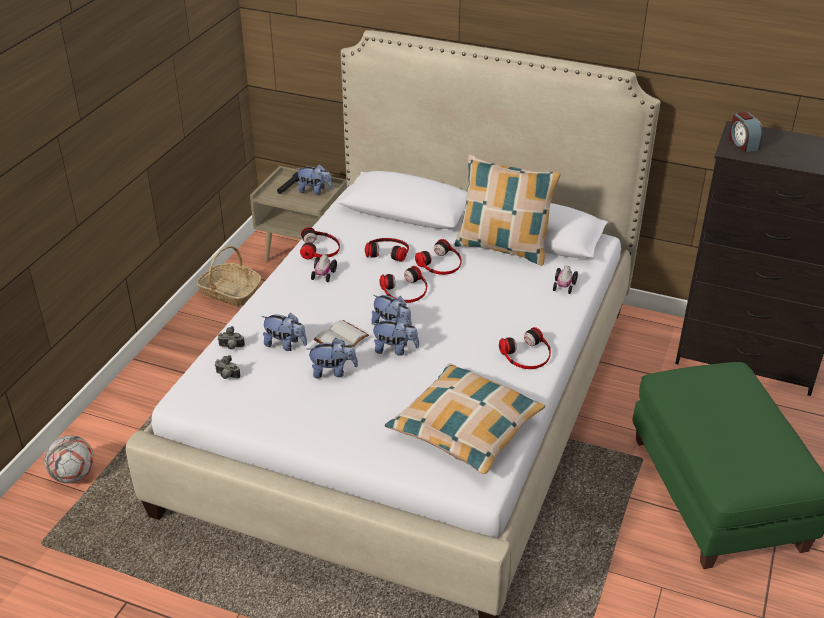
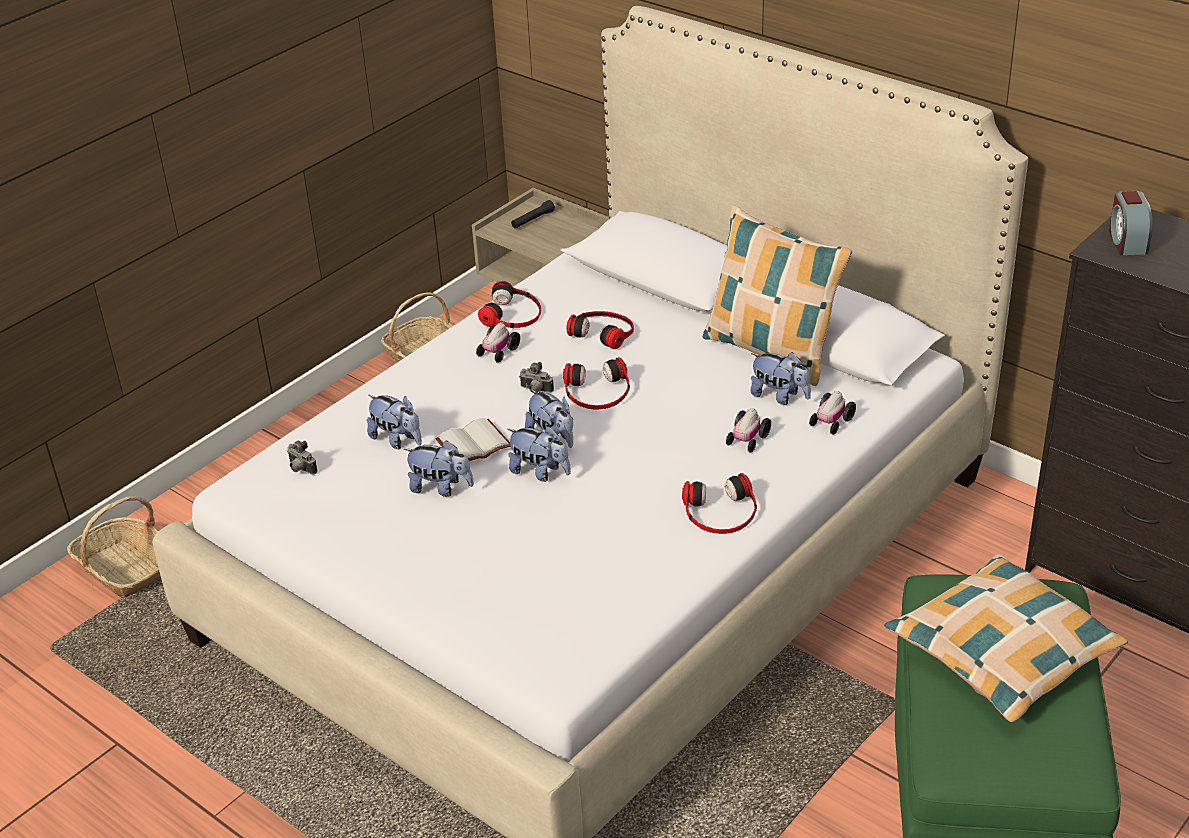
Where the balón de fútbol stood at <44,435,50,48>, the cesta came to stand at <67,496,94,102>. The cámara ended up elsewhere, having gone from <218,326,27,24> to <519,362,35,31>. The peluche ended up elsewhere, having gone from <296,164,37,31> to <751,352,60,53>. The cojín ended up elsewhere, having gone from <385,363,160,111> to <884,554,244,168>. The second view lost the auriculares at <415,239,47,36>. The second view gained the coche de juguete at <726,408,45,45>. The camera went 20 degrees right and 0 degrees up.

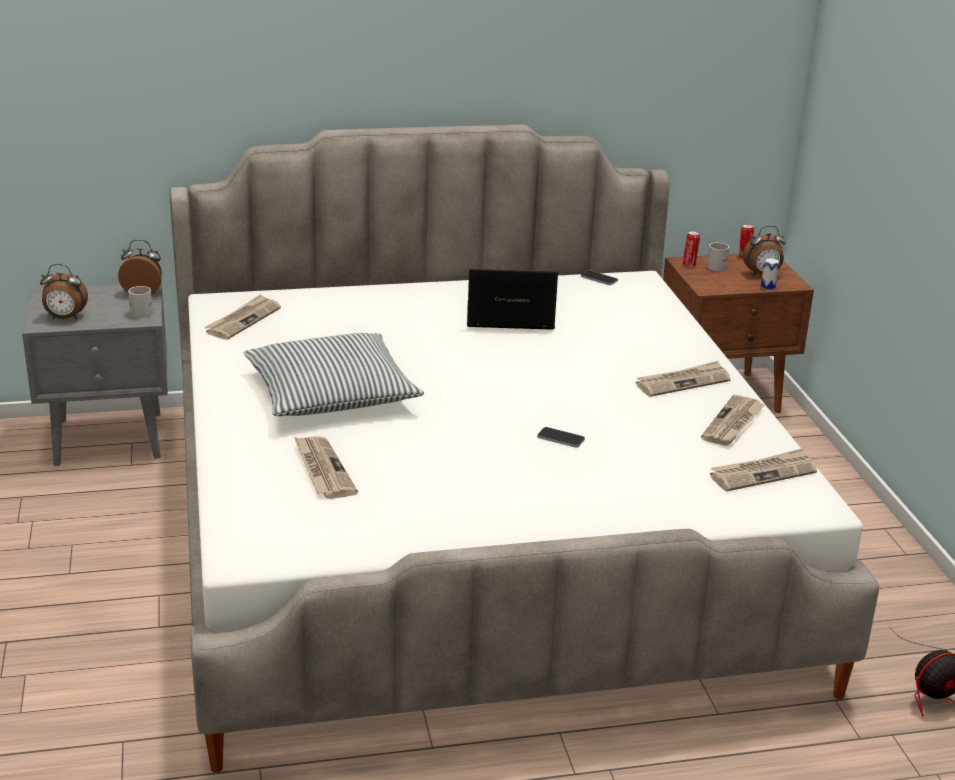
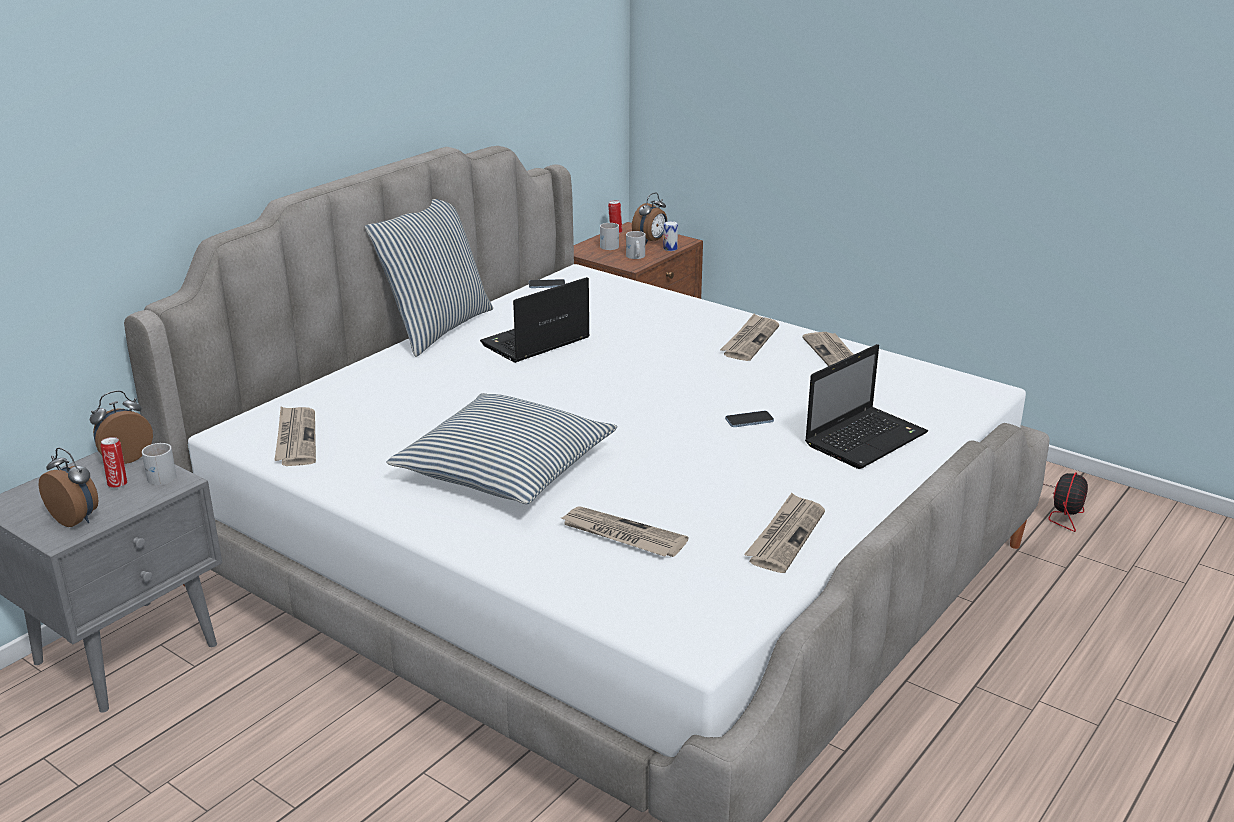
The despertador at <40,264,48,55> ended up facing another way, 105 degrees counterclockwise from before. The lata ended up elsewhere, having gone from <683,231,17,36> to <100,437,27,51>. The periódico ended up elsewhere, having gone from <710,448,107,43> to <744,493,81,80>. The second view gained the cojín at <365,199,128,158>. The second view gained the taza grande (blanco) at <626,231,19,28>. The second view gained the portátil at <805,344,123,125>. The camera went 40 degrees left and 0 degrees up.

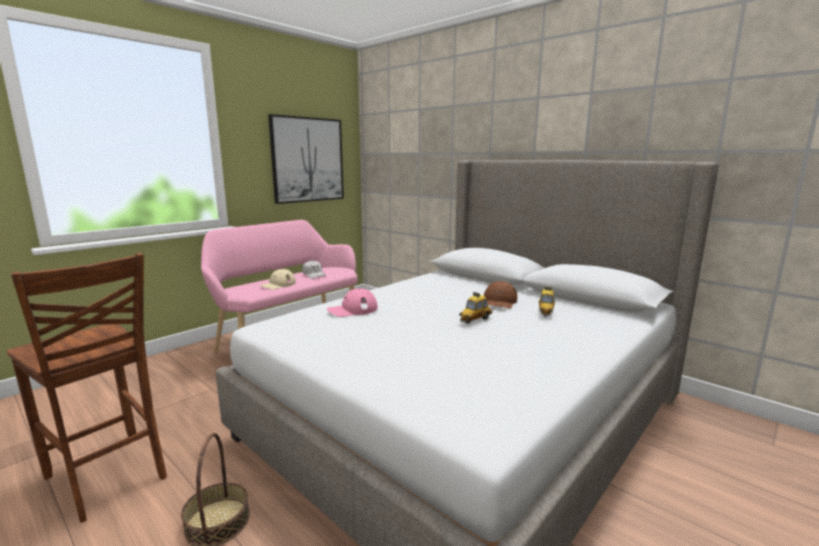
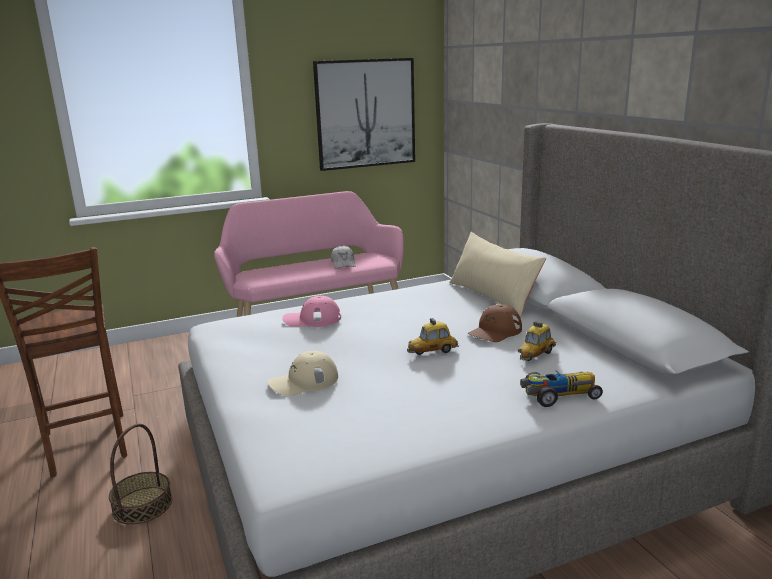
The gorra (beis) ended up elsewhere, having gone from <259,269,37,20> to <268,351,70,45>. The second view gained the cojín (beis) at <449,232,97,85>. The second view gained the coche de juguete at <520,371,83,36>. The camera went 25 degrees right and 5 degrees up.

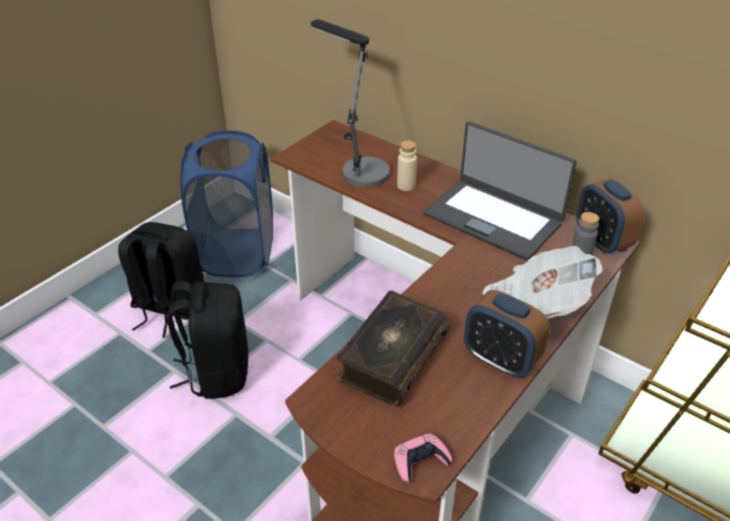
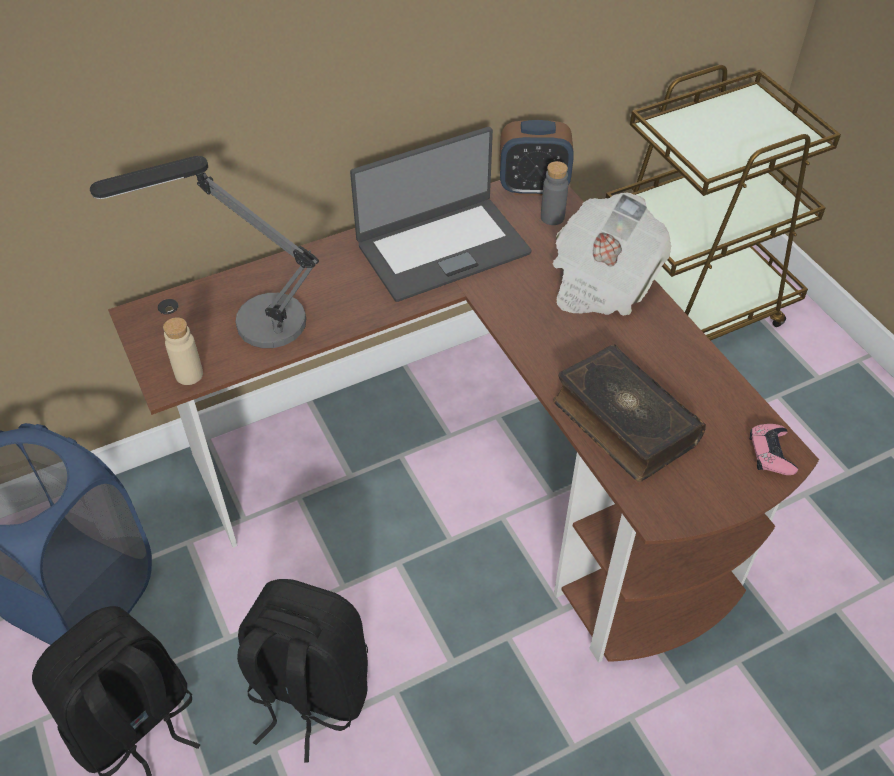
The botella (beis) ended up elsewhere, having gone from <397,141,20,50> to <163,317,40,68>. The second view lost the despertador at <464,290,86,87>. The camera went 65 degrees left and 10 degrees up.

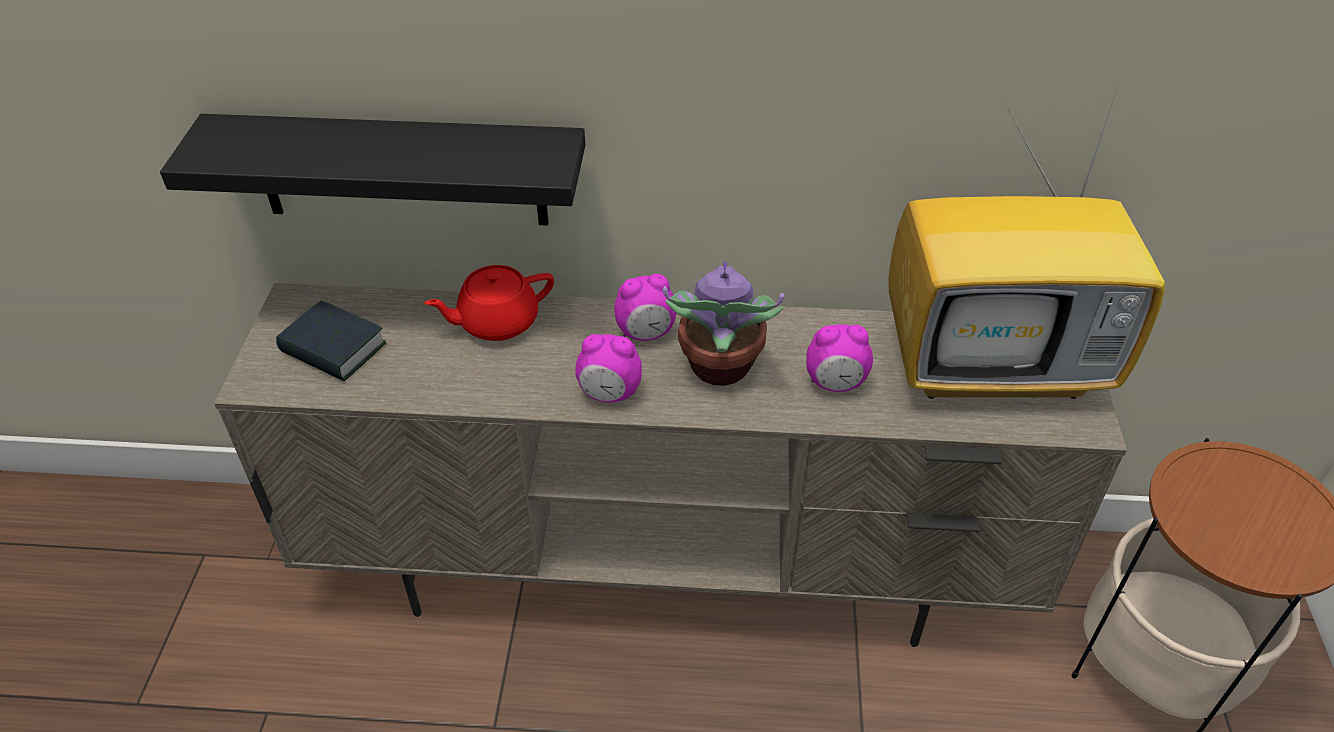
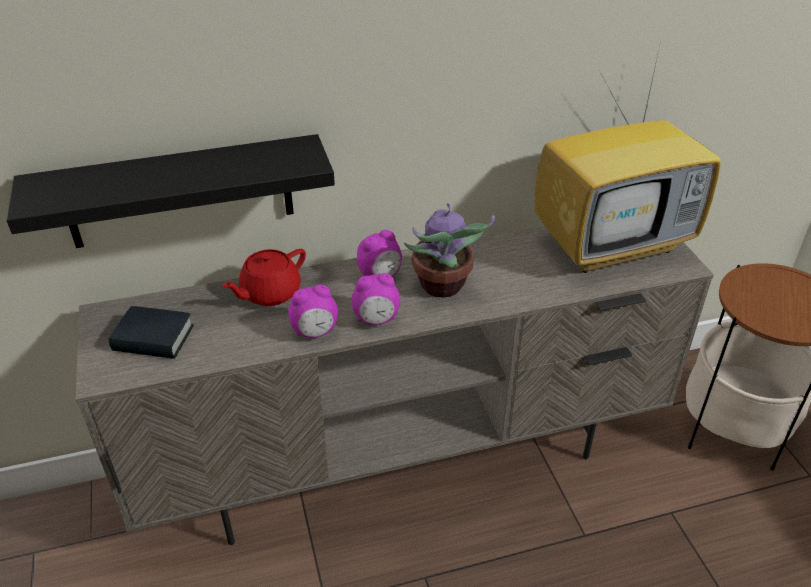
The despertador ended up elsewhere, having gone from <806,324,67,68> to <288,284,50,54>. The camera went 20 degrees left and 5 degrees down.

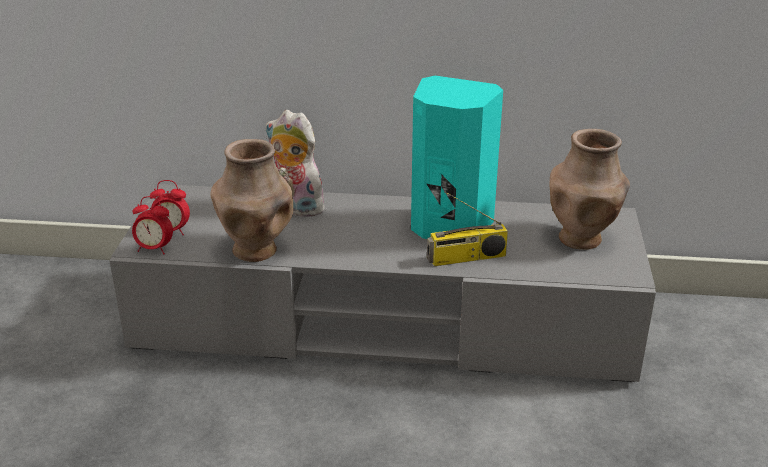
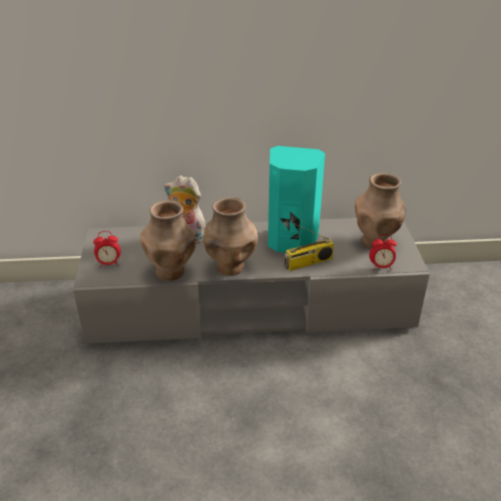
The despertador ended up elsewhere, having gone from <132,196,41,58> to <369,234,28,36>. The second view gained the florero (marrón) at <203,197,55,79>. The camera went 10 degrees left and 5 degrees up.

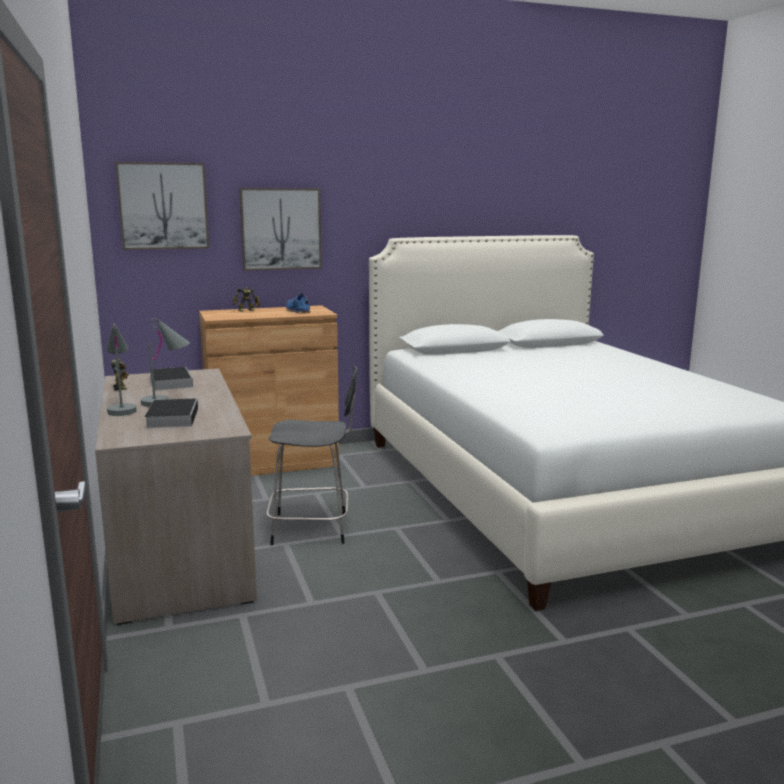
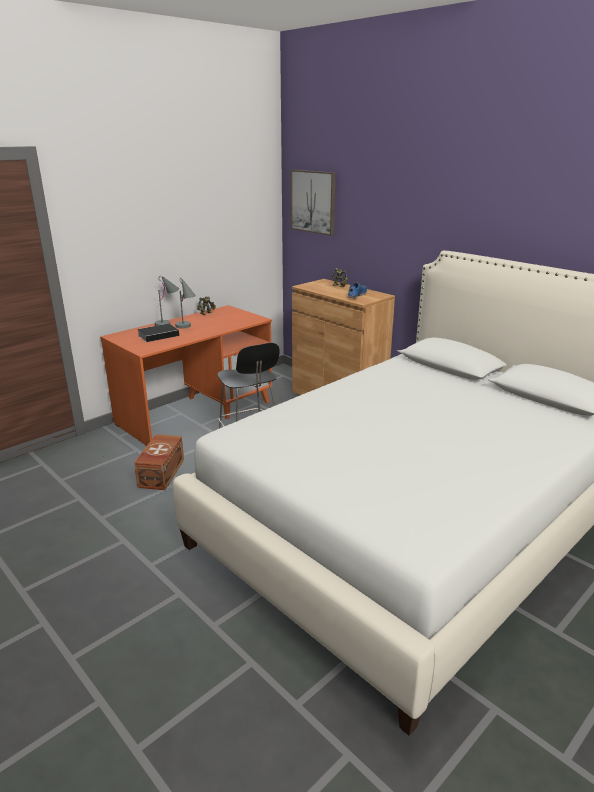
What was the escritorio (beis) at <95,368,162,257> turned into the escritorio (naranja) at <100,305,172,141>. The second view lost the libro at <149,367,44,24>. The second view lost the cuadro at <239,188,83,83>. The second view gained the caja de almacenaje (marrón) at <134,434,50,56>. The camera went 65 degrees right and 10 degrees up.

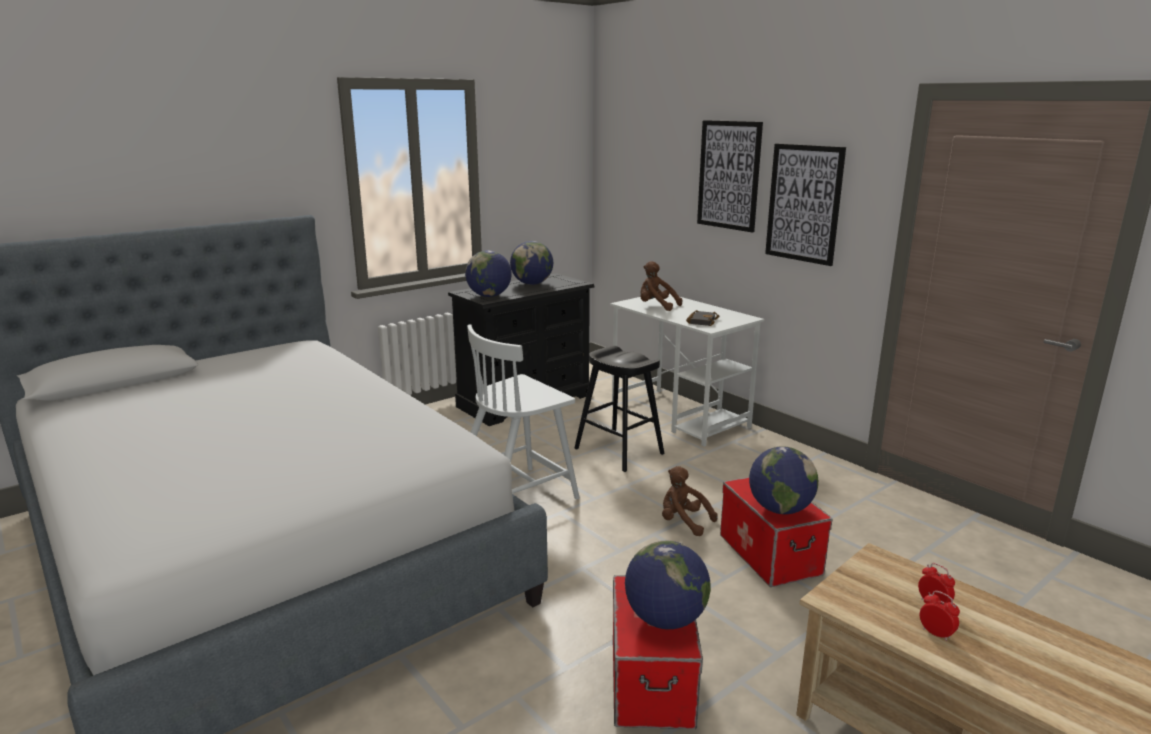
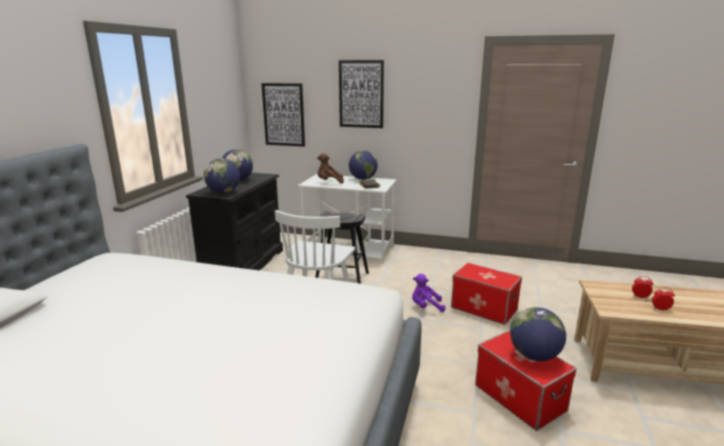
What was the peluche (marrón) at <662,466,56,70> turned into the peluche (morado) at <412,274,33,38>. The globo terráqueo ended up elsewhere, having gone from <749,446,69,68> to <349,150,29,30>. The cuadro ended up elsewhere, having gone from <765,143,81,123> to <262,83,43,64>. The camera went 35 degrees left and 0 degrees up.

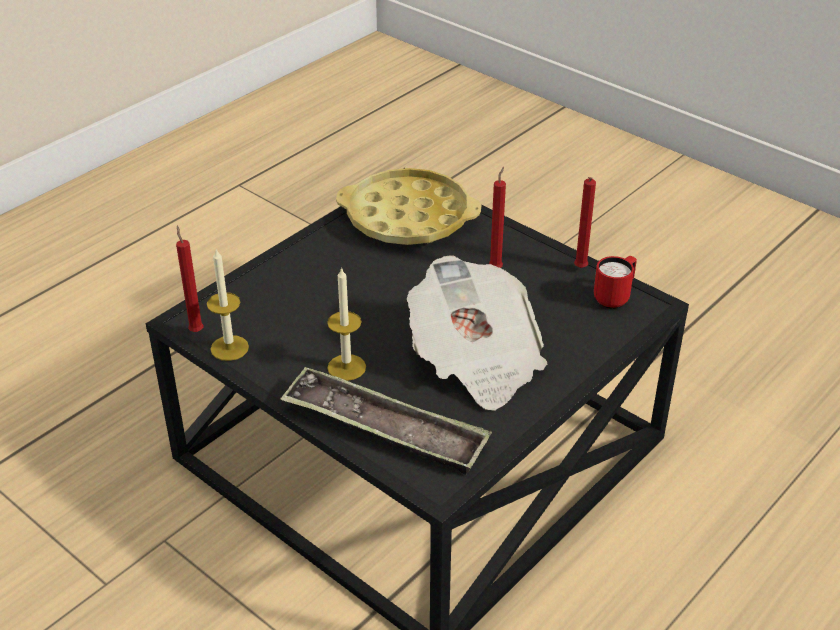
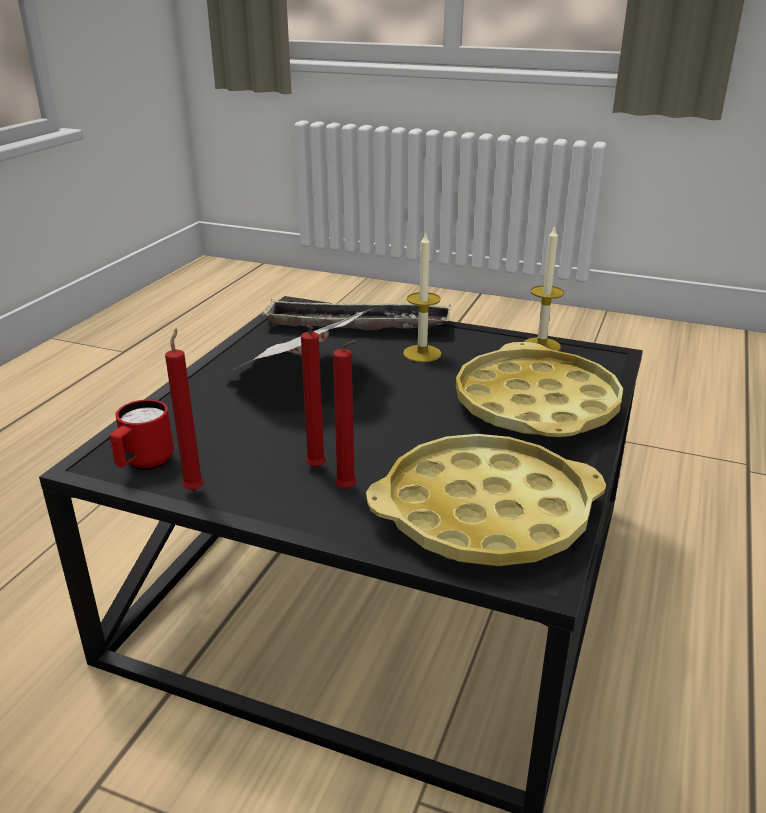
The vela (rojo) ended up elsewhere, having gone from <176,226,28,106> to <333,341,23,148>. The second view gained the bandeja (amarillo) at <456,342,167,95>. The camera went 160 degrees right and 10 degrees down.

